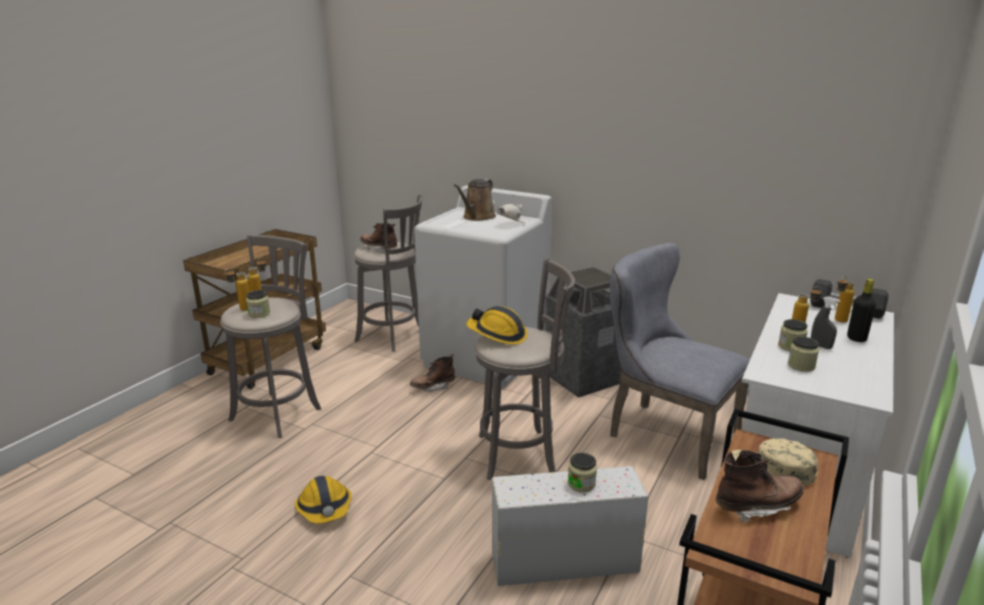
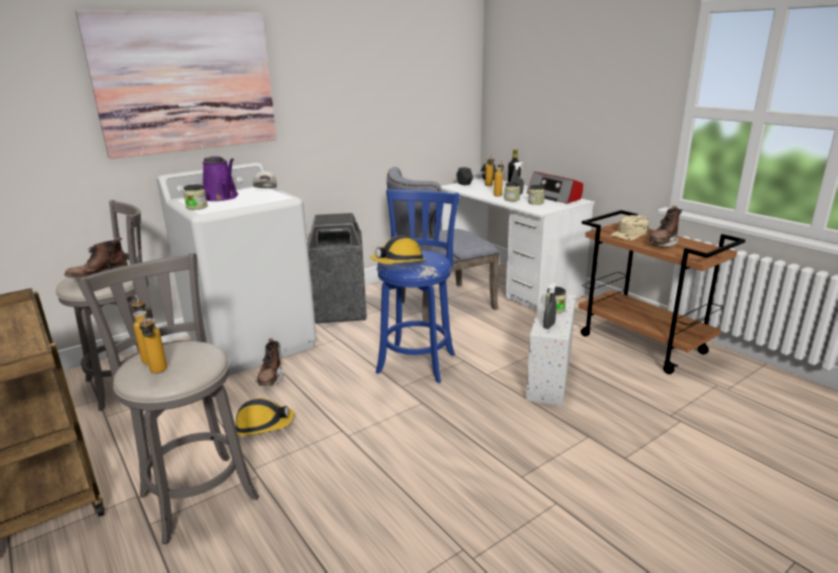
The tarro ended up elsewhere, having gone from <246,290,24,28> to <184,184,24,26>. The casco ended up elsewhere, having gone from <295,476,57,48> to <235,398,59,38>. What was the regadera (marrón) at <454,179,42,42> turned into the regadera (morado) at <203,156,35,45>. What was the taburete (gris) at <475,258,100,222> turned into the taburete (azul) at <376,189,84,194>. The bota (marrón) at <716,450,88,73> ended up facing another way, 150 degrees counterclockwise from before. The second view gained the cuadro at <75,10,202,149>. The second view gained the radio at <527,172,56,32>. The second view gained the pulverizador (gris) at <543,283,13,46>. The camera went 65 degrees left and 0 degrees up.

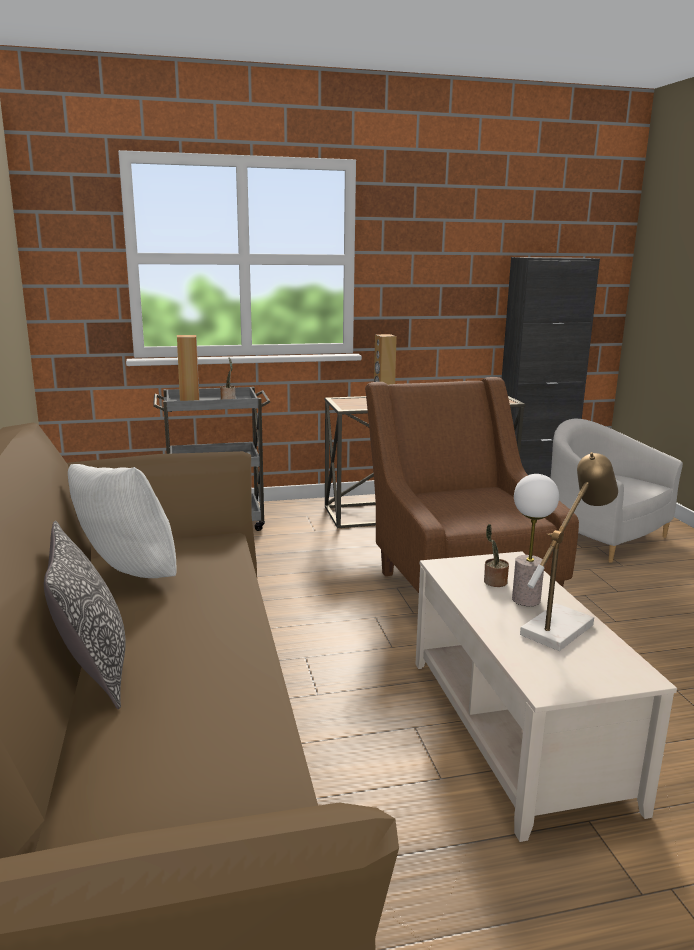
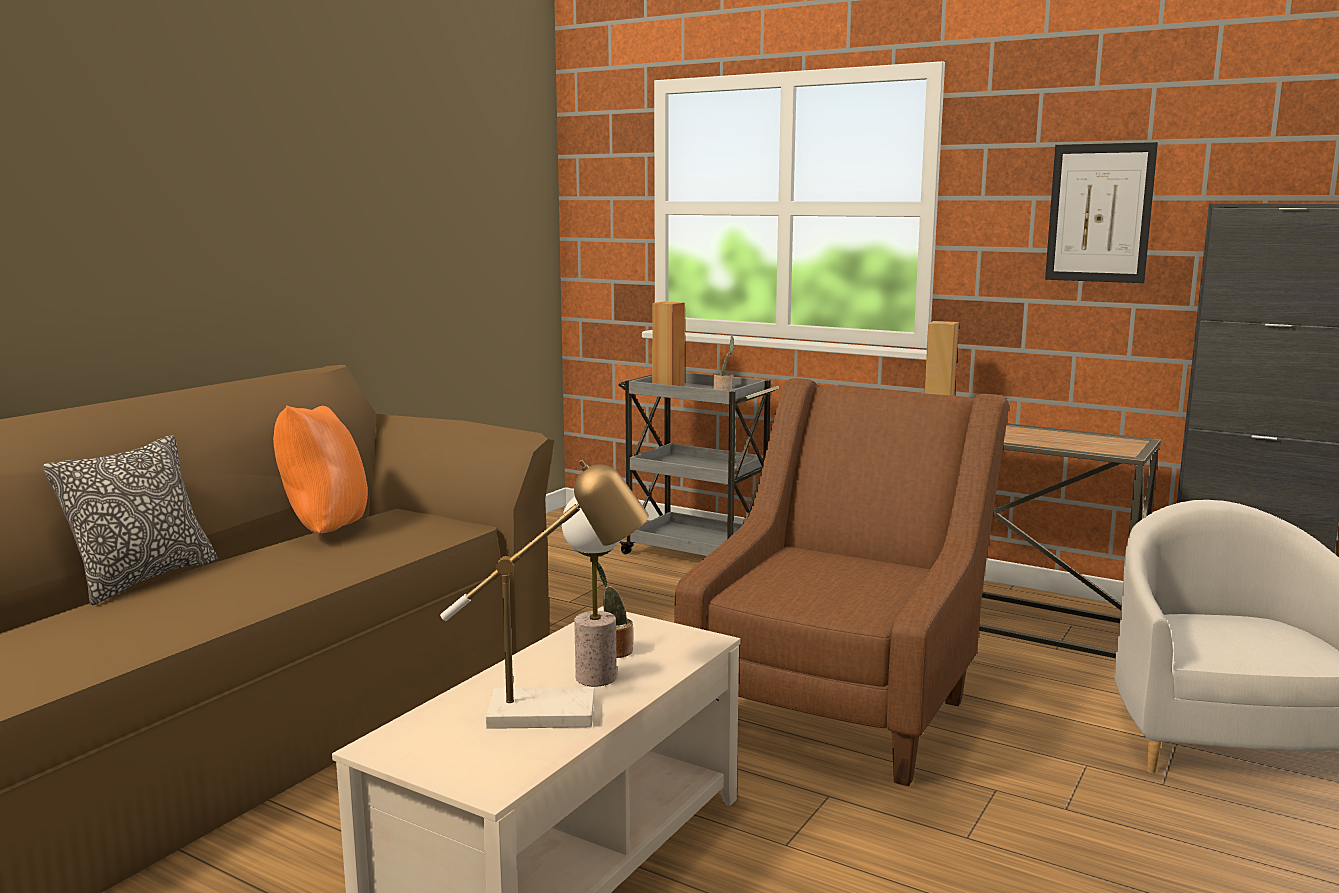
What was the cojín (blanco) at <68,464,108,114> turned into the cojín (naranja) at <273,405,95,129>. The second view gained the cuadro at <1045,142,113,141>. The camera went 45 degrees right and 5 degrees down.

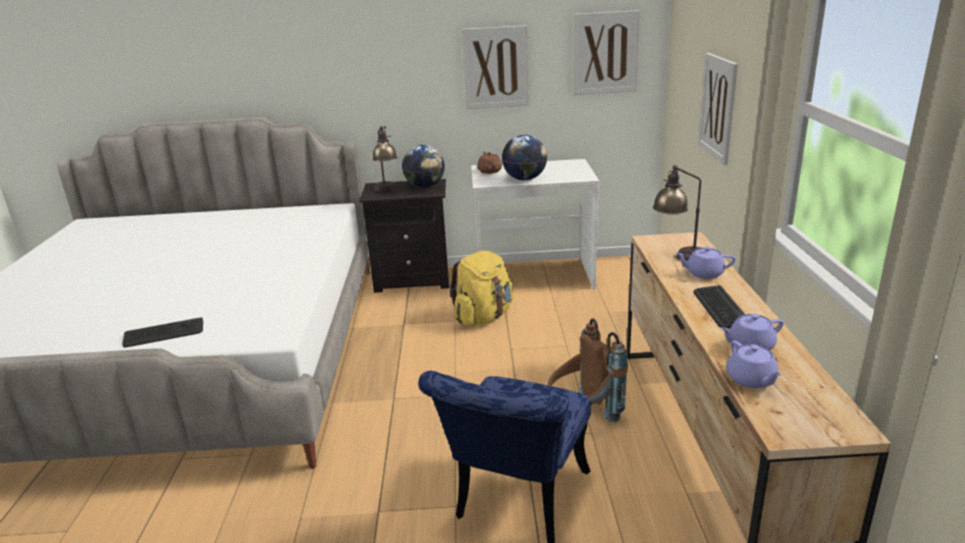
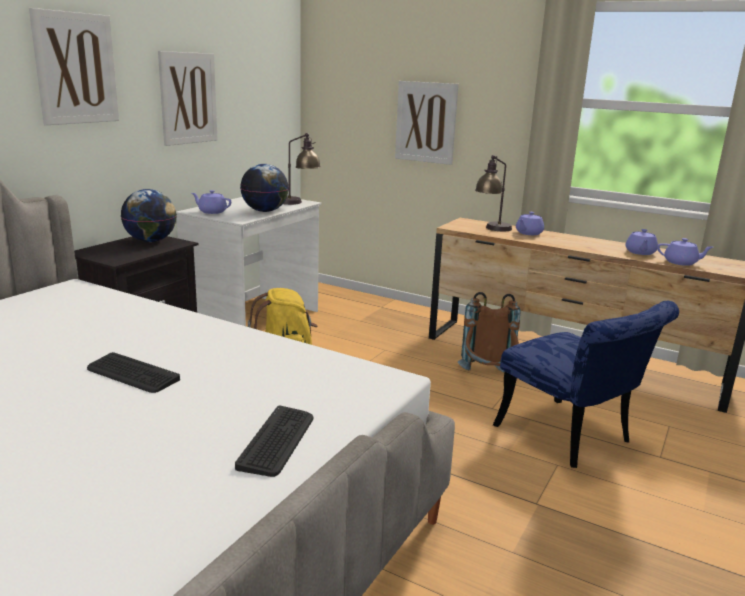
The lámpara de mesa ended up elsewhere, having gone from <373,126,24,66> to <283,133,38,72>. What was the tetera (marrón) at <477,151,25,23> turned into the tetera (morado) at <192,190,39,24>. The cuadro ended up elsewhere, having gone from <573,10,67,85> to <29,8,90,117>. The teclado ended up elsewhere, having gone from <693,285,52,43> to <87,352,93,41>. The camera went 60 degrees left and 5 degrees down.

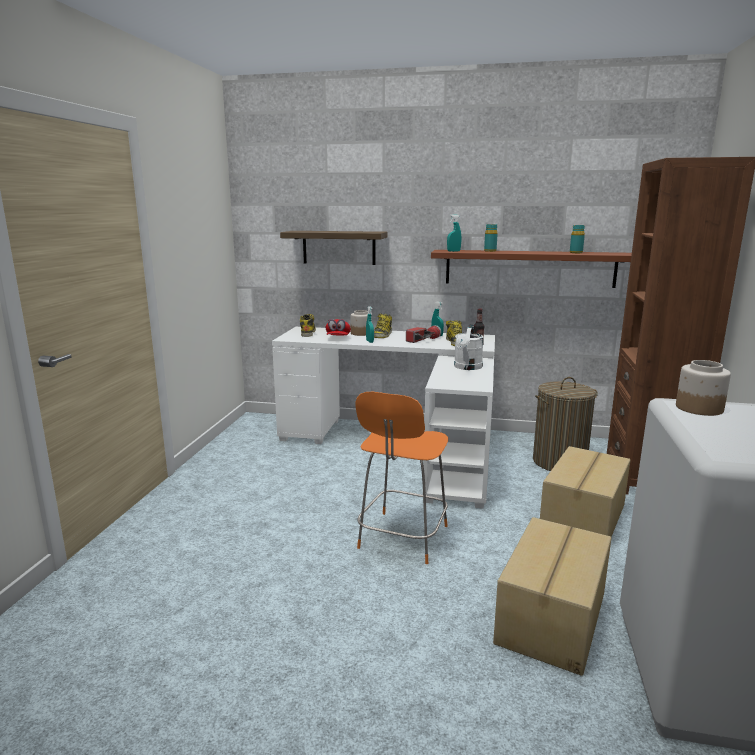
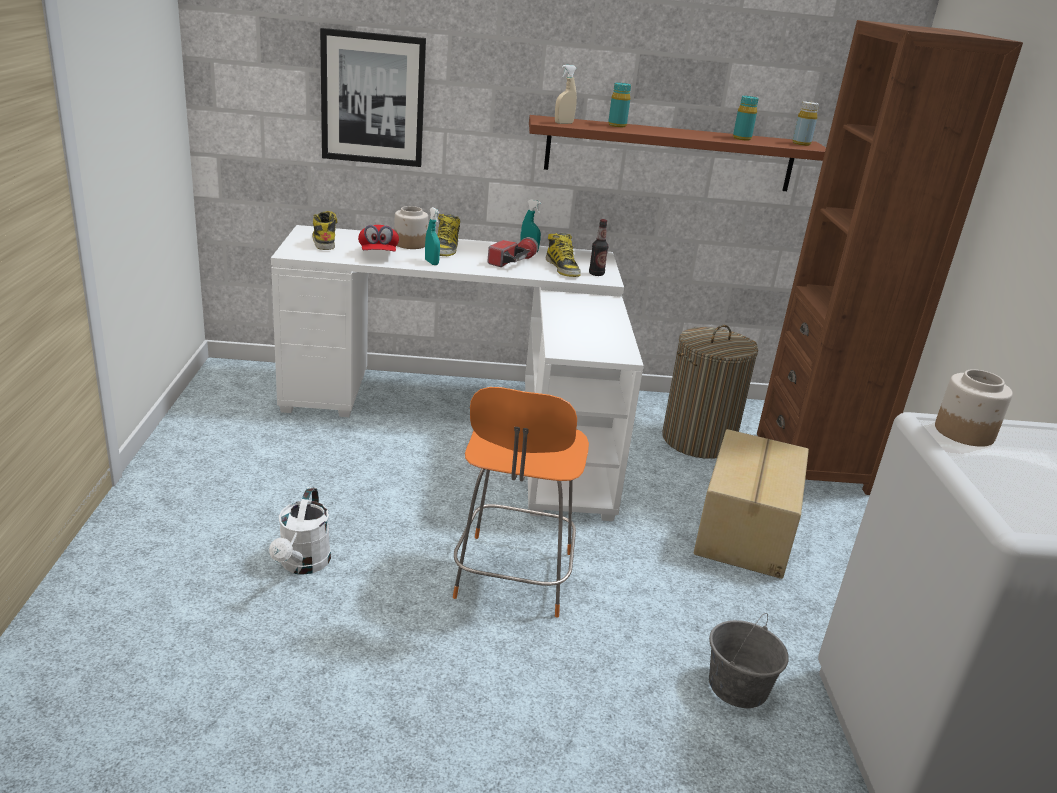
Where the estante hung at <280,231,107,34>, the cuadro came to hang at <320,28,106,139>. What was the pulverizador (turquesa) at <447,215,14,37> turned into the pulverizador (beis) at <555,65,22,59>. The regadera (blanco) ended up elsewhere, having gone from <454,325,30,45> to <269,487,62,88>. Where the caja de cartón stood at <493,517,118,159>, the cubo (gris) came to stand at <709,613,80,95>. The second view gained the botella (amarillo) at <792,101,27,45>. The camera went 15 degrees left and 10 degrees up.

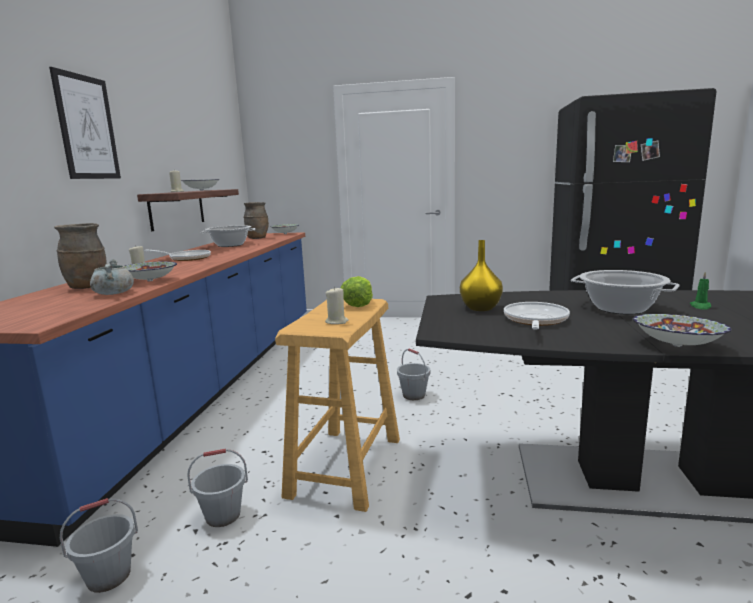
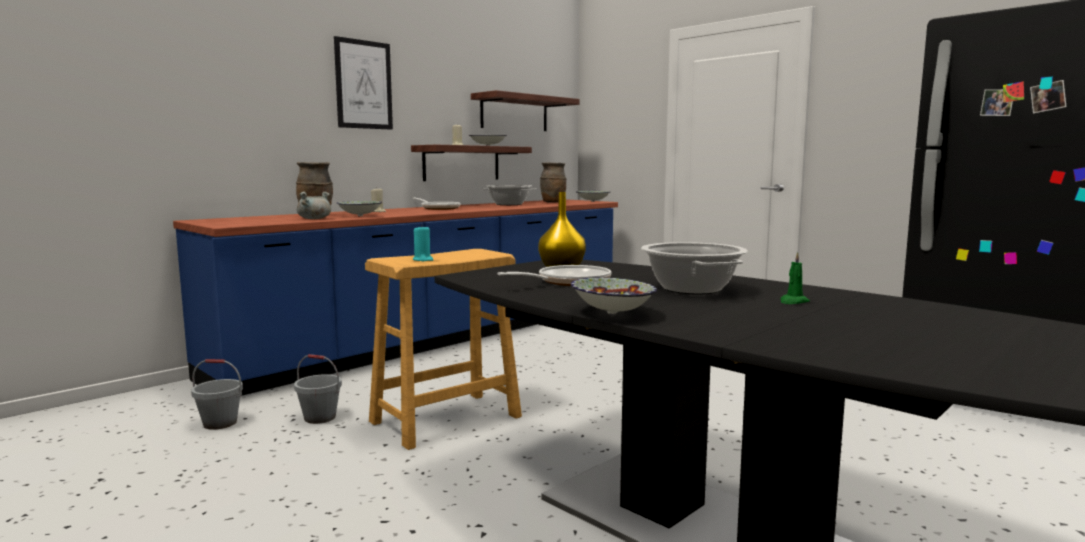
What was the vela (beis) at <325,287,24,37> turned into the vela (turquesa) at <413,226,20,35>. The second view lost the lechuga at <340,276,33,31>. The second view lost the cubo (gris) at <397,349,33,51>. The second view gained the estante at <471,90,109,41>. The camera went 35 degrees right and 5 degrees down.

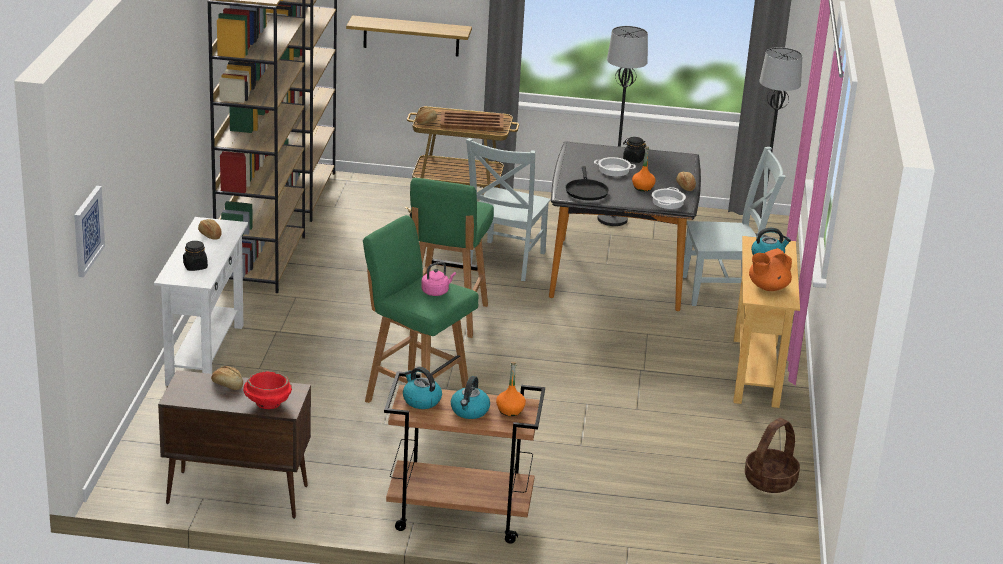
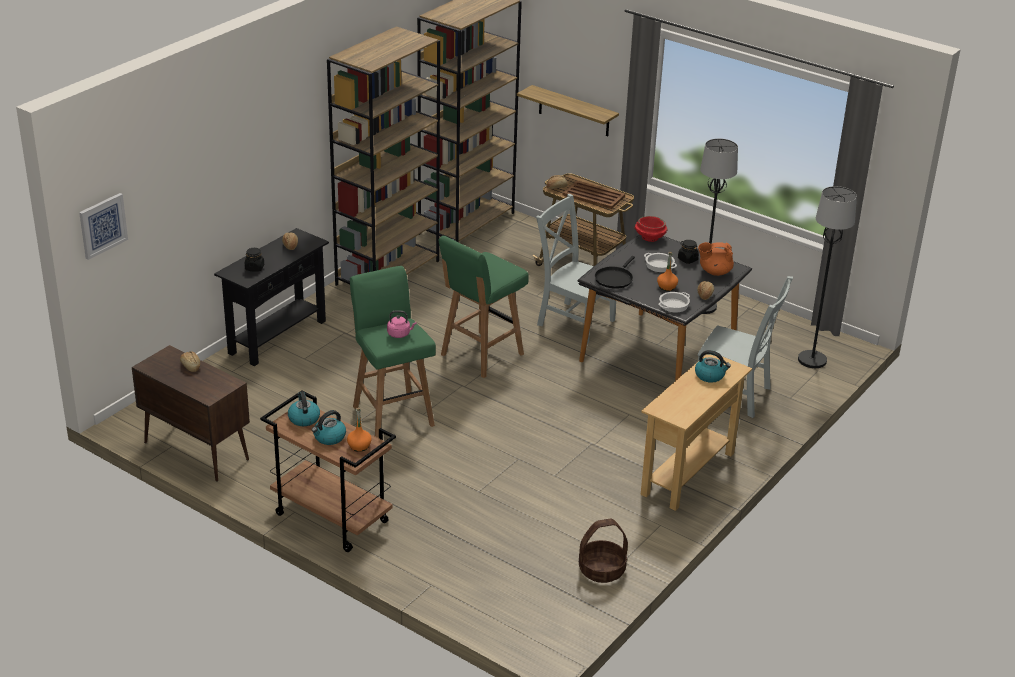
What was the mesa consola (blanco) at <154,217,94,169> turned into the mesa consola (negro) at <214,228,115,138>. The cuenco (rojo) ended up elsewhere, having gone from <243,371,49,38> to <634,216,34,26>. The silla (gris) at <466,138,84,143> ended up facing another way, 75 degrees clockwise from before. The tetera (naranja) ended up elsewhere, having gone from <749,248,43,43> to <698,242,36,34>. The camera went 30 degrees right and 5 degrees up.

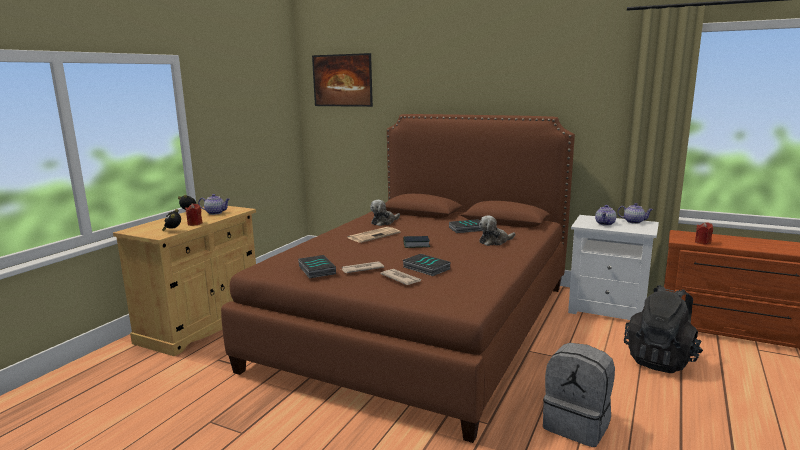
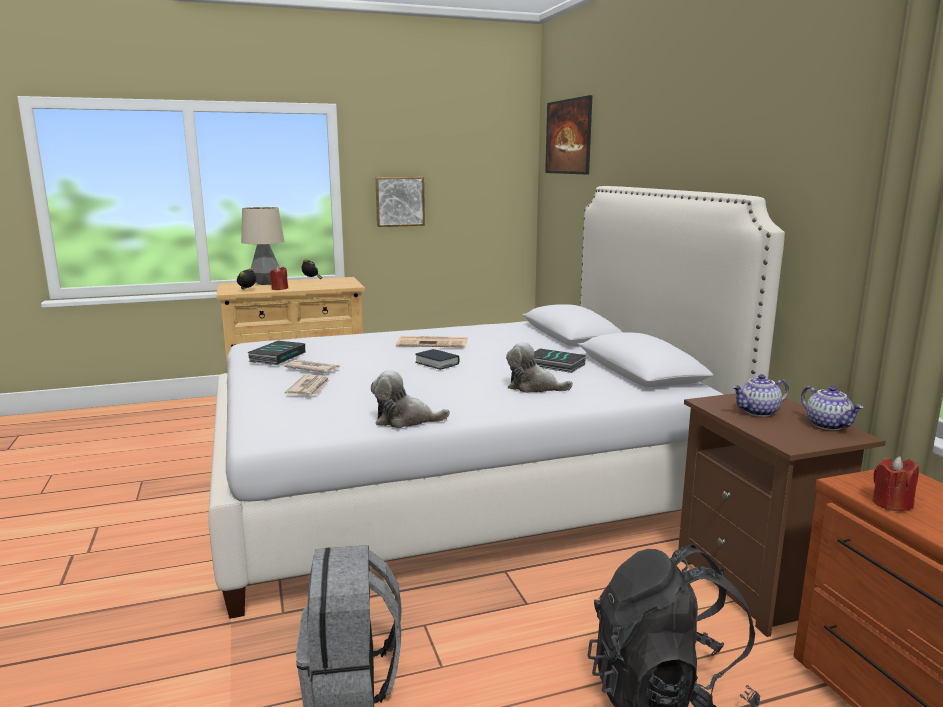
The second view lost the tetera at <198,194,32,21>. What was the cama (marrón) at <221,114,354,329> turned into the cama (blanco) at <208,186,577,433>. The peluche ended up elsewhere, having gone from <370,200,30,26> to <371,370,79,58>. The second view lost the libro at <403,254,47,22>. What was the mesita de noche (blanco) at <568,215,91,105> turned into the mesita de noche (marrón) at <678,393,208,244>. The second view gained the lámpara de mesa at <241,207,43,78>. The second view gained the cuadro at <375,177,50,50>. The camera went 45 degrees right and 0 degrees up.

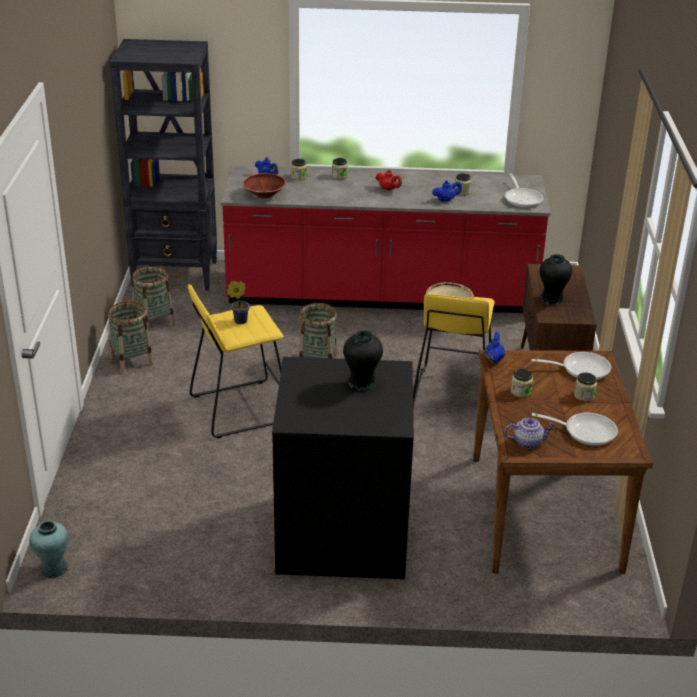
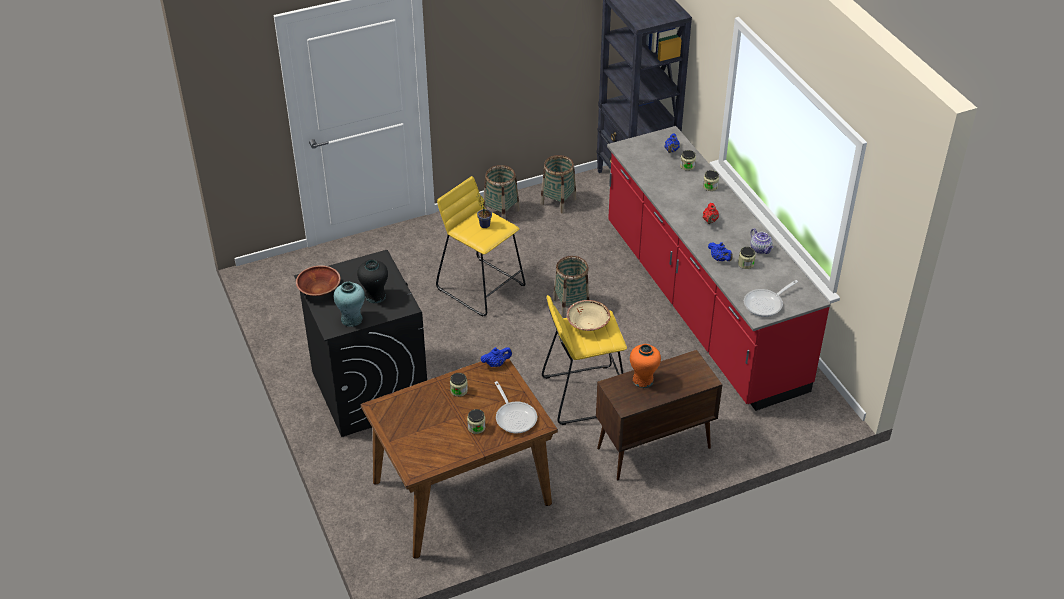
The florero (turquesa) ended up elsewhere, having gone from <29,520,40,58> to <334,282,31,45>. The cuenco (marrón) ended up elsewhere, having gone from <242,173,44,25> to <296,265,45,31>. The tetera ended up elsewhere, having gone from <504,418,51,31> to <750,228,23,26>. The second view lost the sartén at <532,413,86,33>. What was the florero (negro) at <539,254,33,51> turned into the florero (naranja) at <630,344,31,44>. The camera went 65 degrees right and 10 degrees up.

